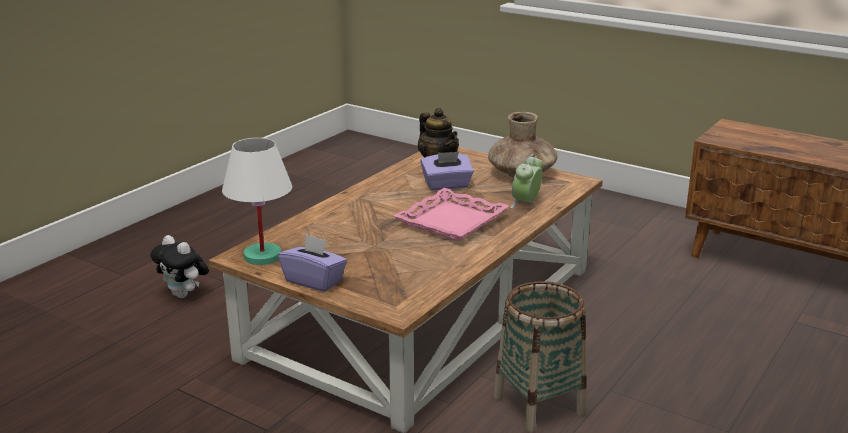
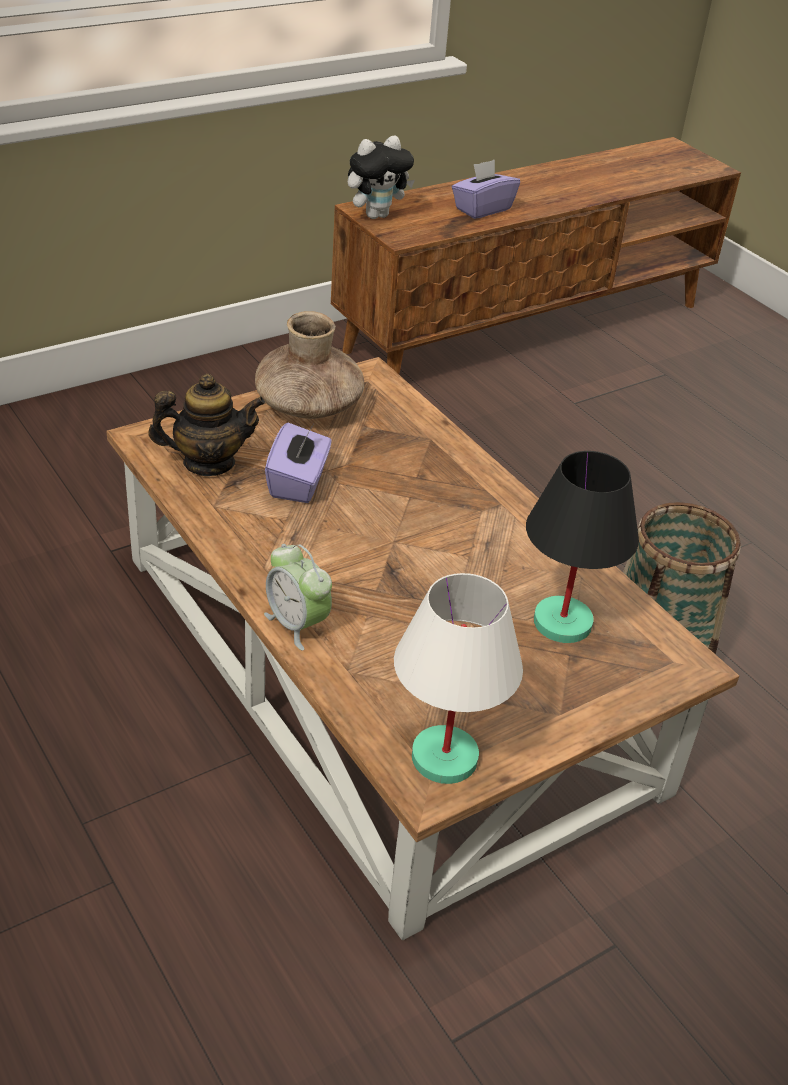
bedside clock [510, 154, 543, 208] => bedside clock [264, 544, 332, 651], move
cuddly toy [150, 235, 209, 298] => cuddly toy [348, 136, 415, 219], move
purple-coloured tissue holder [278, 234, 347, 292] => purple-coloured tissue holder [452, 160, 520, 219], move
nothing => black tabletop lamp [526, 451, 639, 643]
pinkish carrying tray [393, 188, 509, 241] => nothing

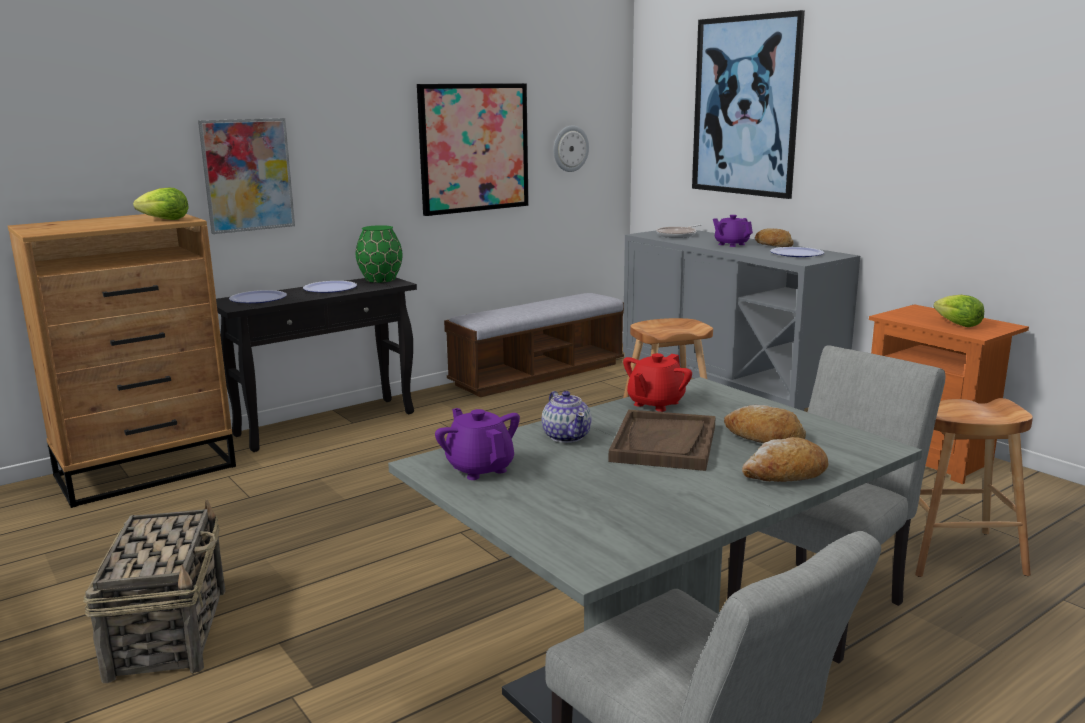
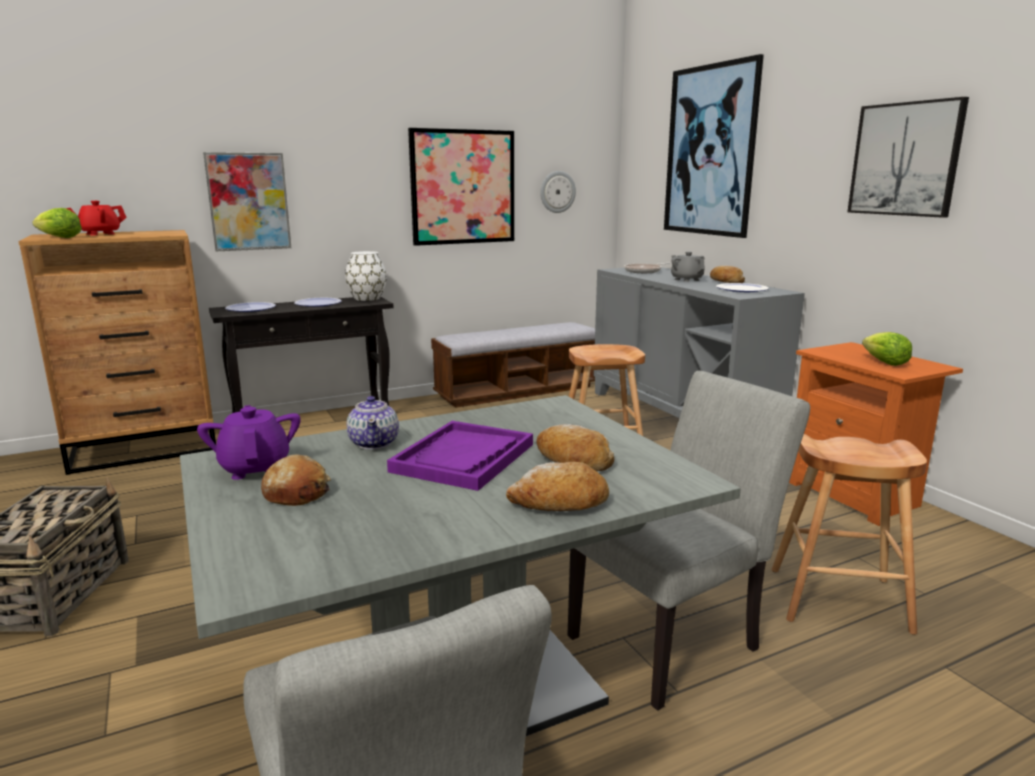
lettuce [133, 188, 189, 220] => lettuce [32, 208, 82, 238], move
red tea pot [623, 353, 692, 412] => red tea pot [66, 201, 127, 235], move
nothing => bread [261, 454, 331, 506]
greenish flower vase [356, 225, 403, 283] => white-coloured flower vase [345, 251, 387, 301]
brown-coloured carrying tray [609, 410, 716, 471] => purple-coloured carrying tray [387, 421, 533, 491]
purple-coloured tea pot [713, 215, 753, 247] => grey tea pot [671, 252, 705, 282]
nothing => wall art [847, 97, 969, 218]

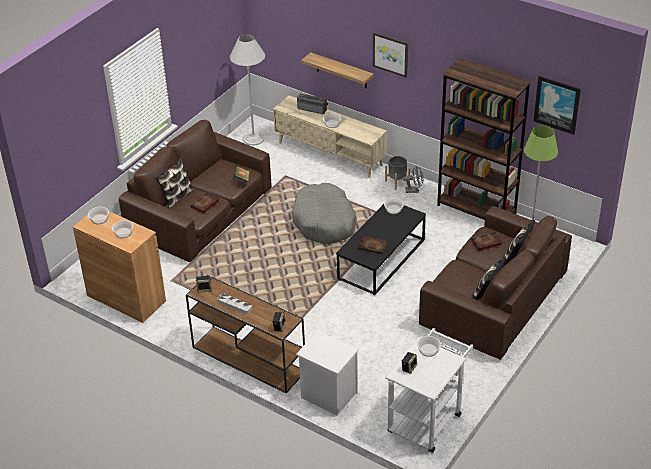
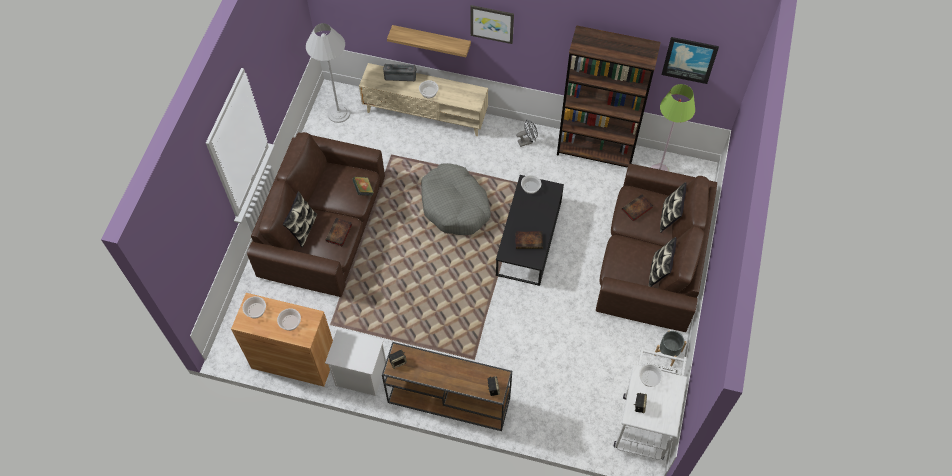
white-coloured night table [296, 331, 359, 415] => white-coloured night table [325, 329, 386, 396], move
grey planter [385, 156, 410, 190] => grey planter [655, 330, 687, 366], move
grey carrying tray [217, 293, 252, 314] => nothing

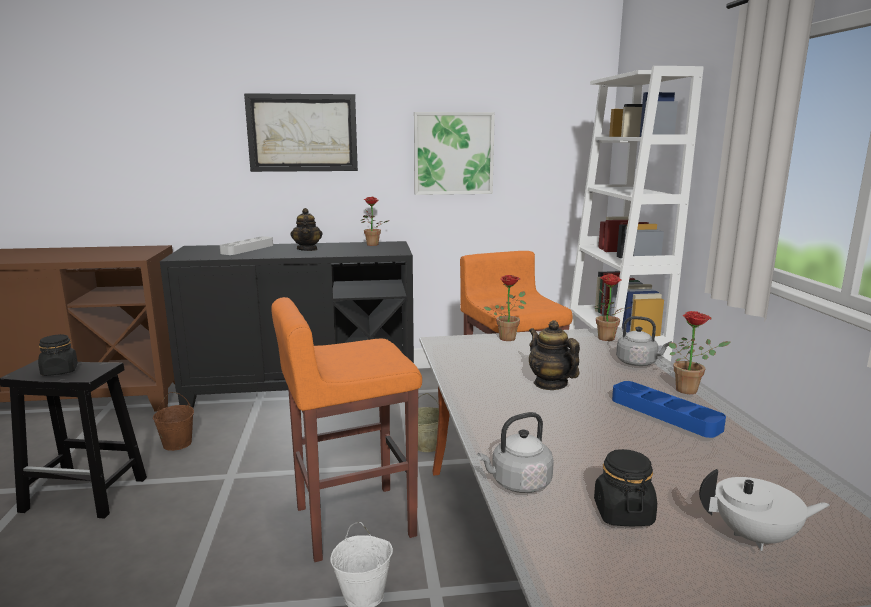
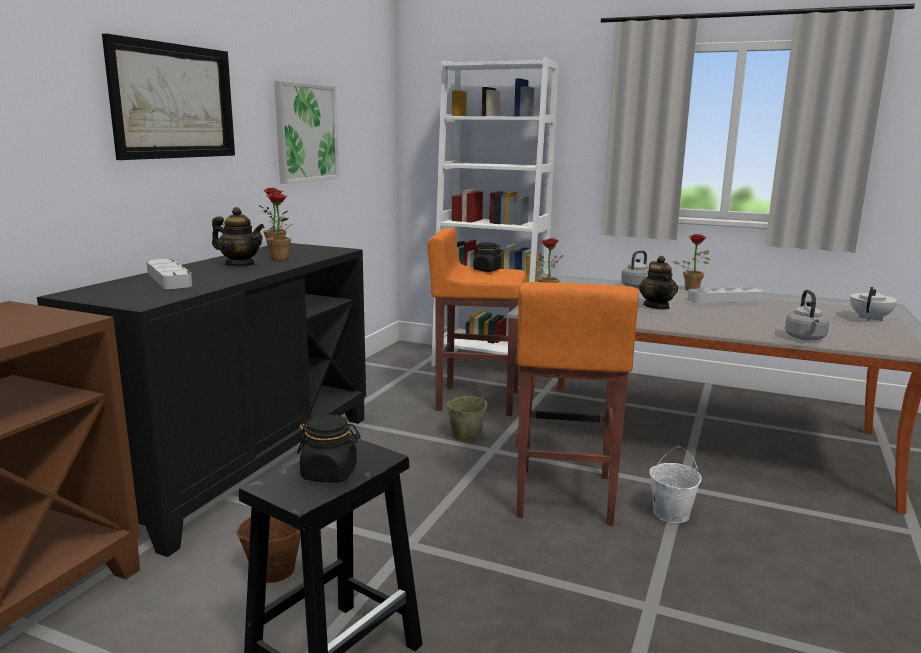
houseplant [595, 274, 631, 341] => houseplant [263, 192, 292, 260], move
black storage jar [594, 449, 657, 526] => black storage jar [473, 242, 501, 272], move
tea pot [529, 320, 580, 390] => tea pot [639, 256, 678, 310], 90 degrees counterclockwise
bluish carrying tray [612, 381, 726, 438] => grey carrying tray [688, 287, 763, 303]

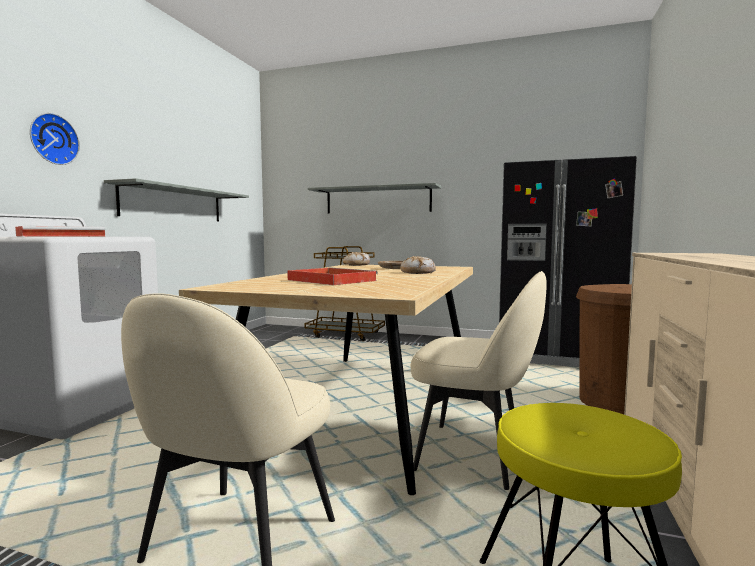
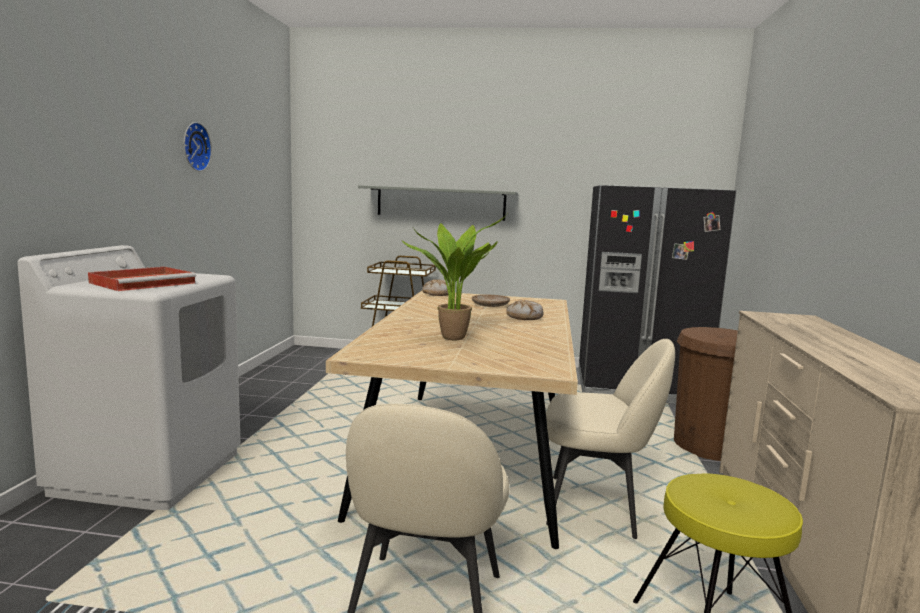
hanging clock [30, 113, 80, 165] => hanging clock [184, 122, 212, 171], move
red carrying tray [287, 267, 378, 285] => houseplant [402, 214, 507, 340]
grey shelf [104, 178, 249, 221] => nothing

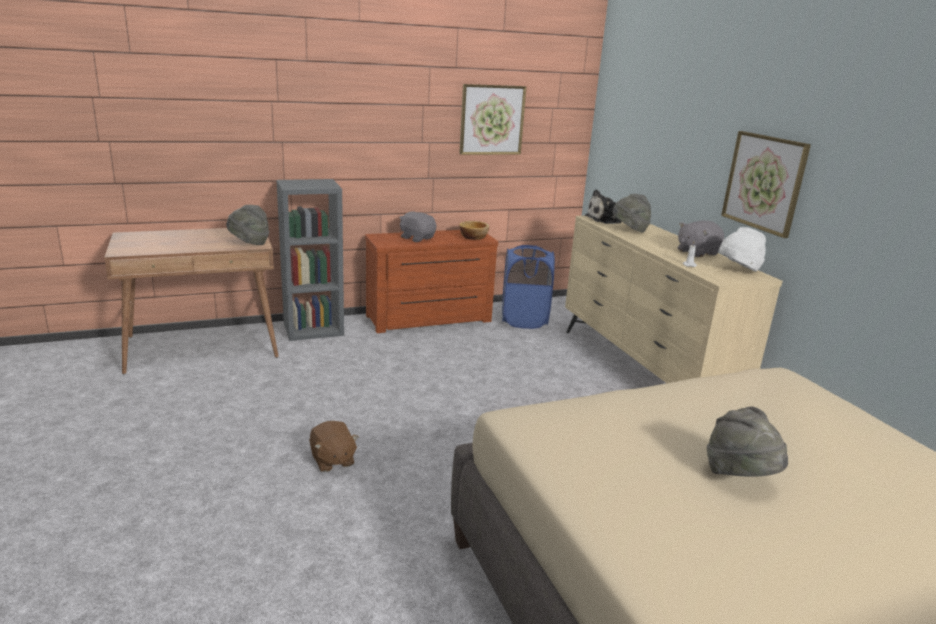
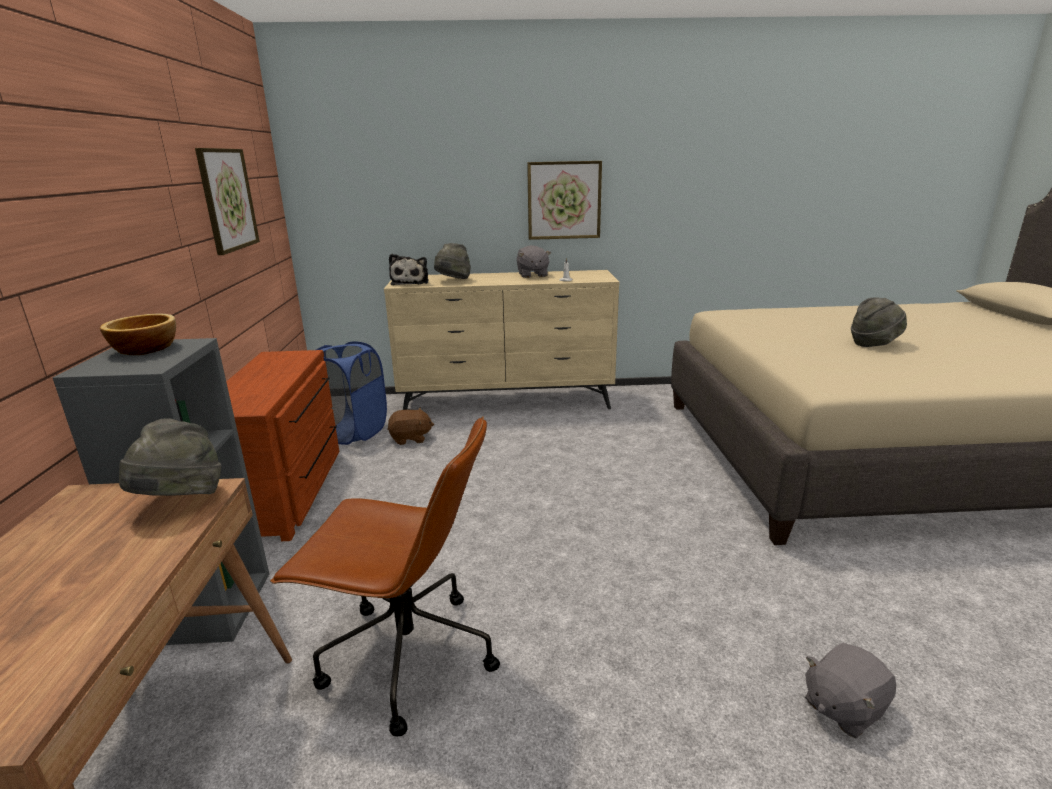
deep dish [459, 221, 489, 240] => deep dish [100, 314, 176, 355], move
nothing => brown-coloured desk chair [270, 416, 500, 737]
brown-coloured cuddly toy [309, 421, 359, 472] => brown-coloured cuddly toy [387, 407, 434, 445], move
grey cuddly toy [399, 211, 436, 242] => grey cuddly toy [805, 643, 896, 738], move
white-coloured wearable hat [719, 227, 766, 272] => nothing

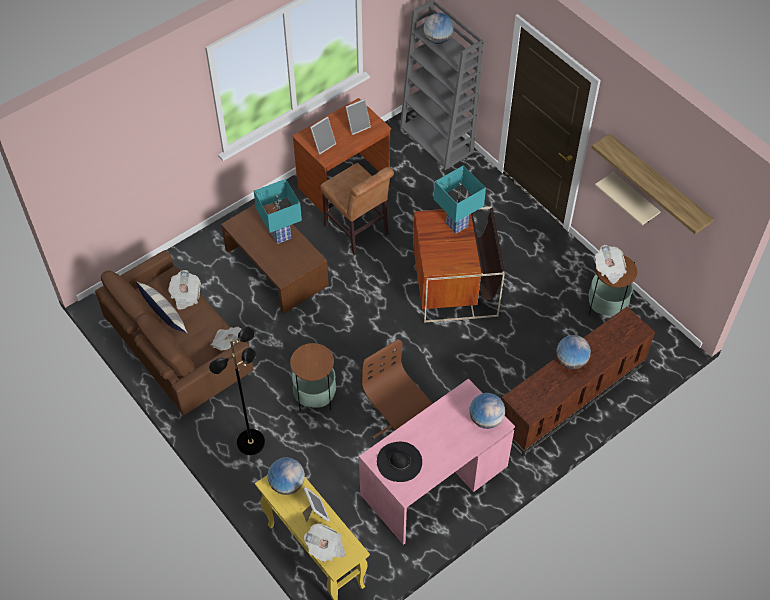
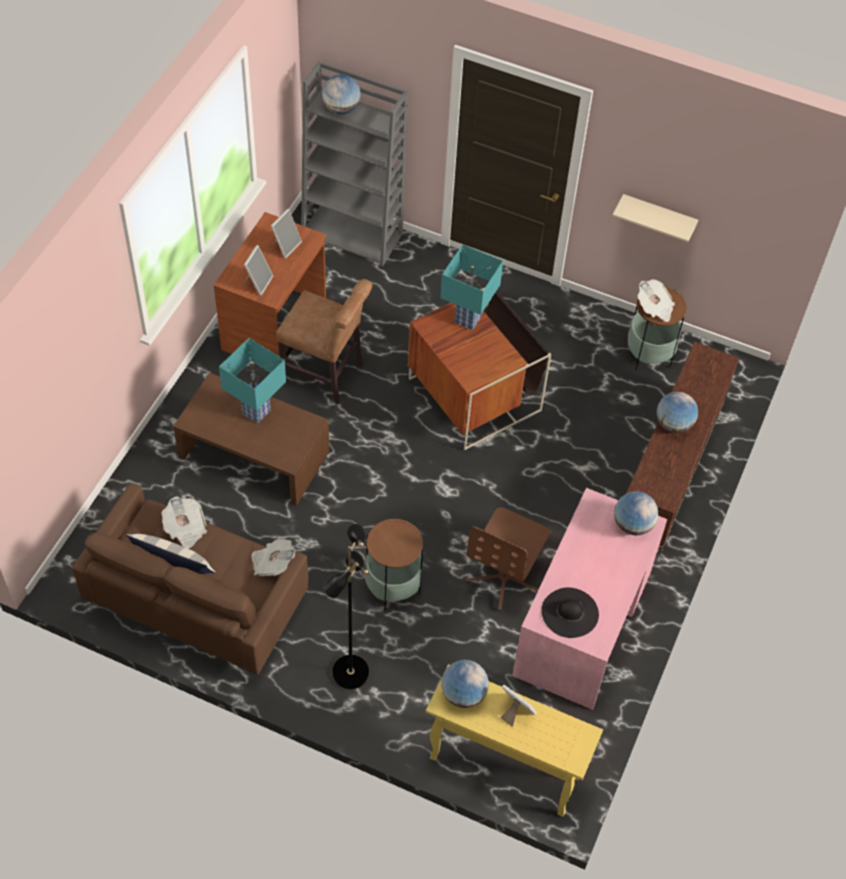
brown-coloured desk chair [362, 339, 433, 440] => brown-coloured desk chair [466, 507, 551, 612], 90 degrees counterclockwise
newspaper [304, 523, 346, 562] => nothing
shelf [591, 134, 714, 234] => nothing

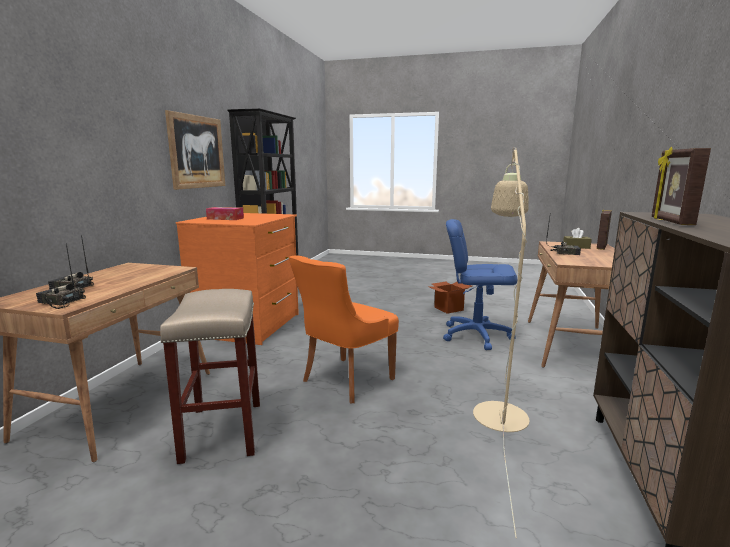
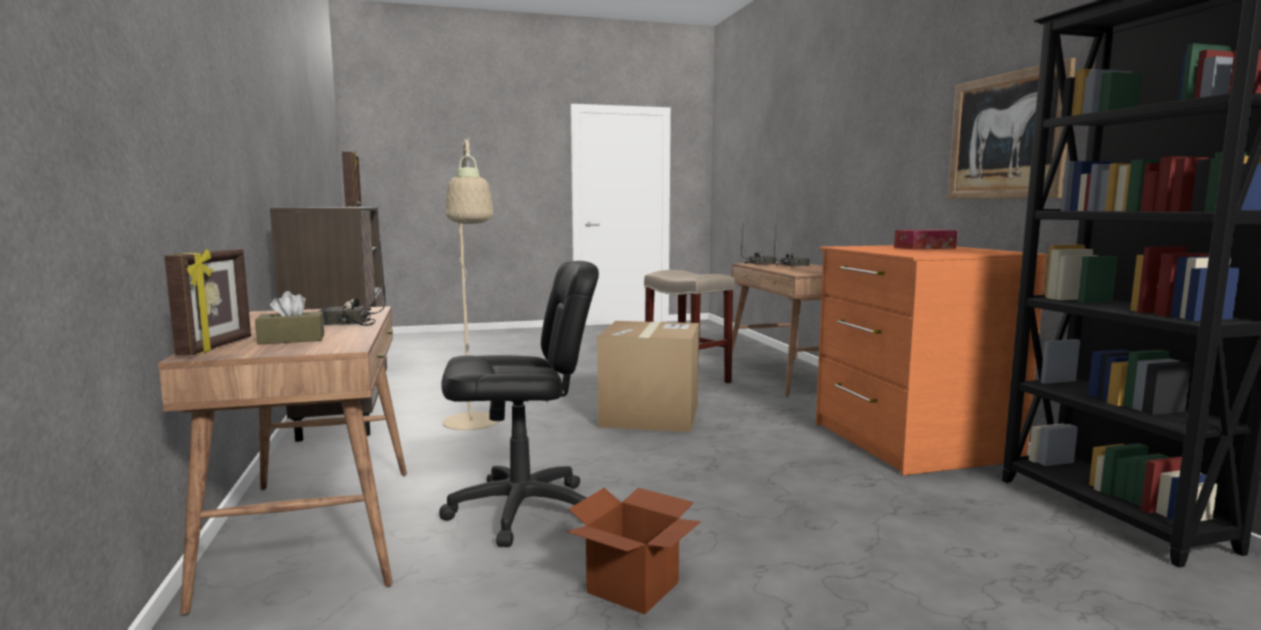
bluish desk chair [443, 219, 517, 350] => black desk chair [439, 261, 599, 547]
orange-coloured chair [289, 256, 399, 403] => carton [597, 321, 699, 433]

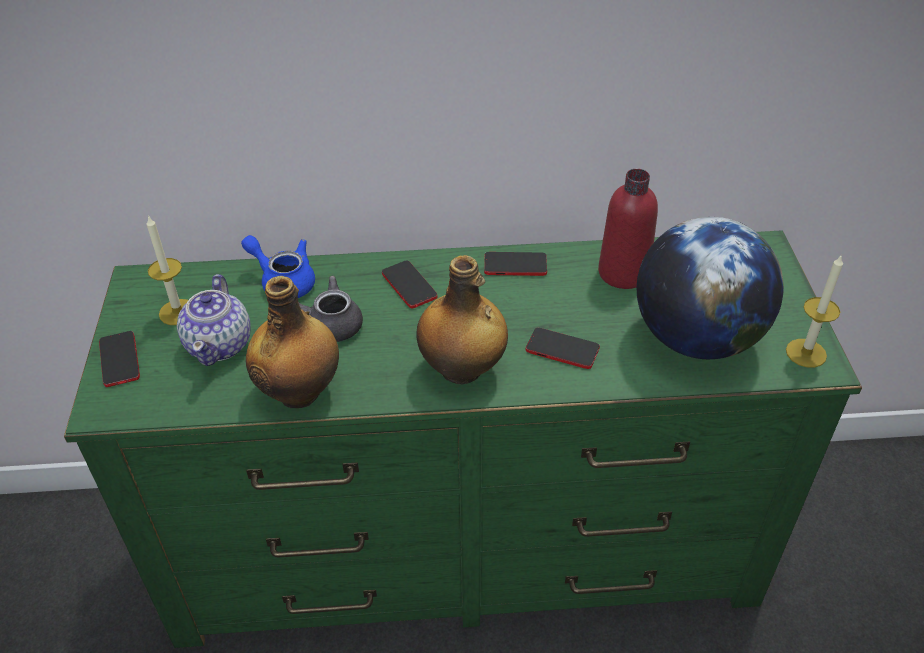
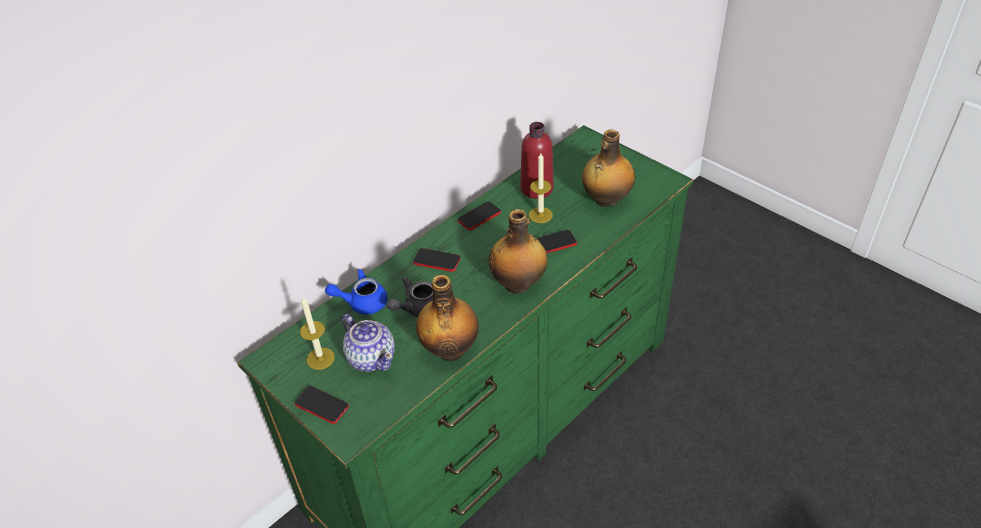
wax candle [786, 254, 843, 368] => wax candle [529, 153, 553, 223], move
globe [637, 217, 784, 359] => drink bottle [582, 129, 635, 207]

